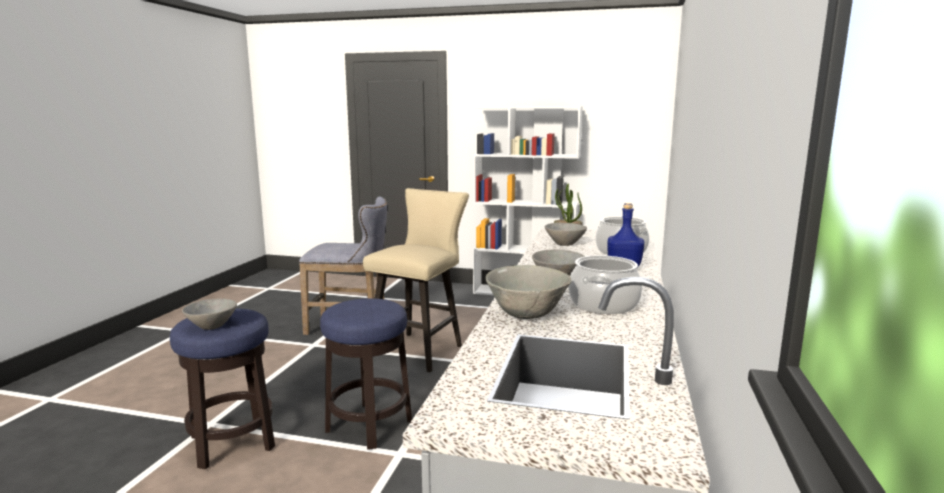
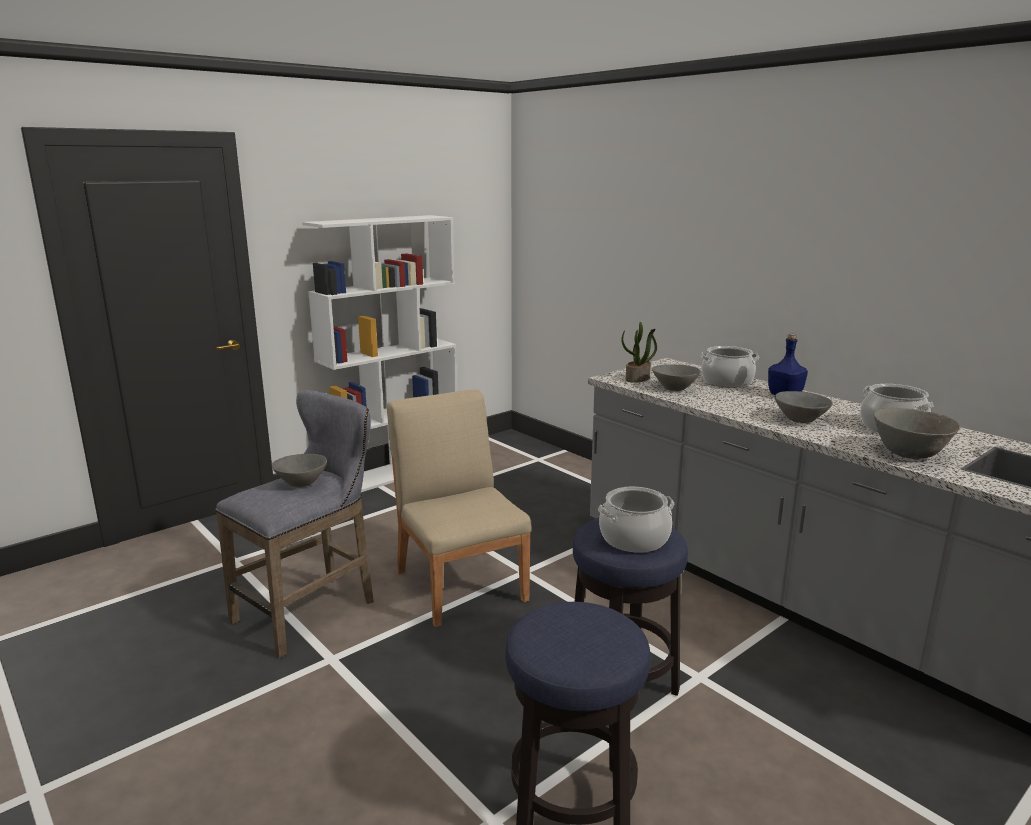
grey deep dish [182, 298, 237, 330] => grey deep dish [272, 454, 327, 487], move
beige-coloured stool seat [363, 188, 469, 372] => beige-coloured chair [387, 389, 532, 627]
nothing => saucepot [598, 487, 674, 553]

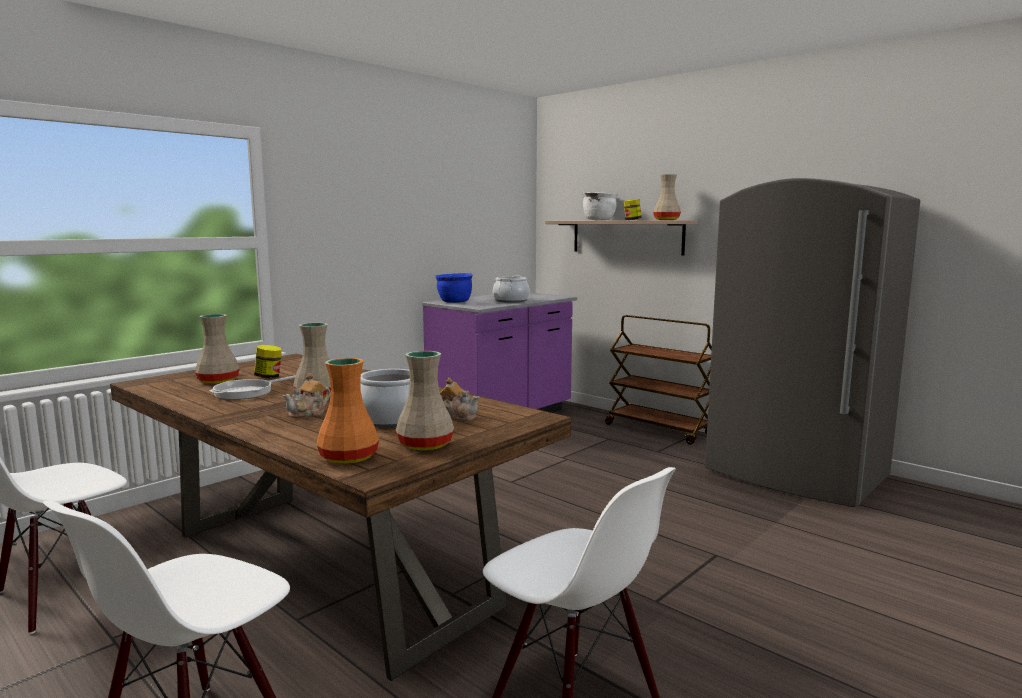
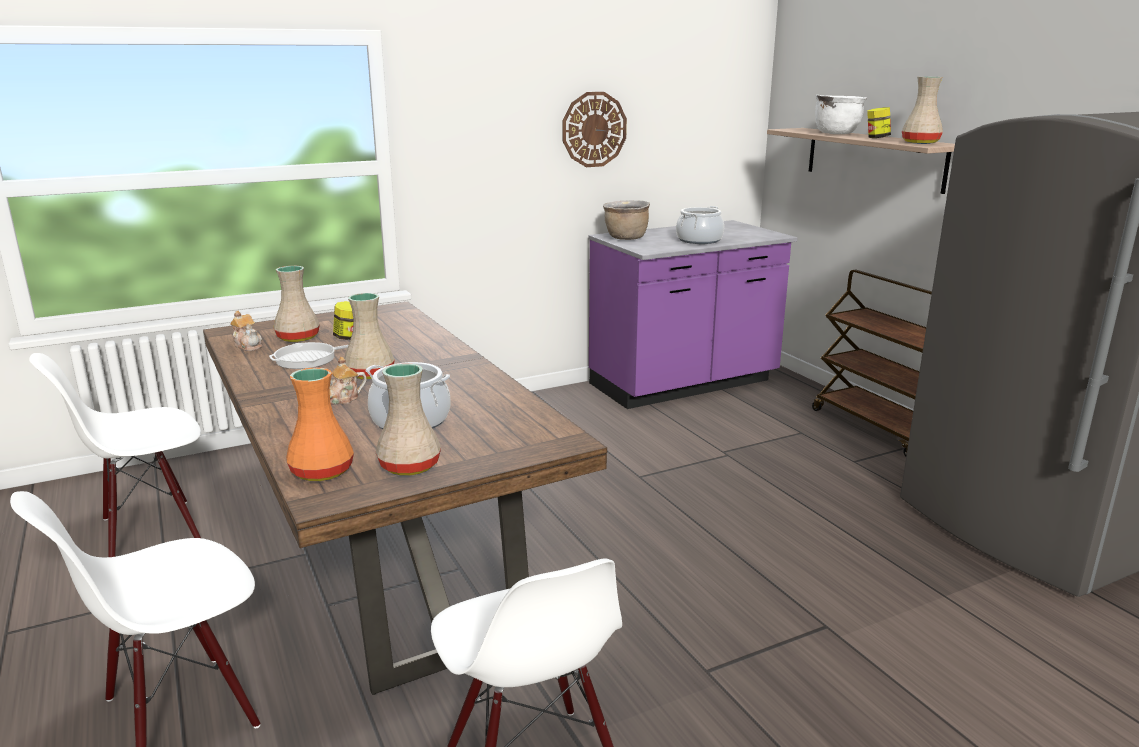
tea pot [440, 377, 480, 421] => tea pot [230, 311, 262, 351], move
nothing => hanging clock [562, 92, 627, 167]
bluish saucepot [435, 273, 473, 303] => brown-coloured saucepot [603, 200, 650, 240]

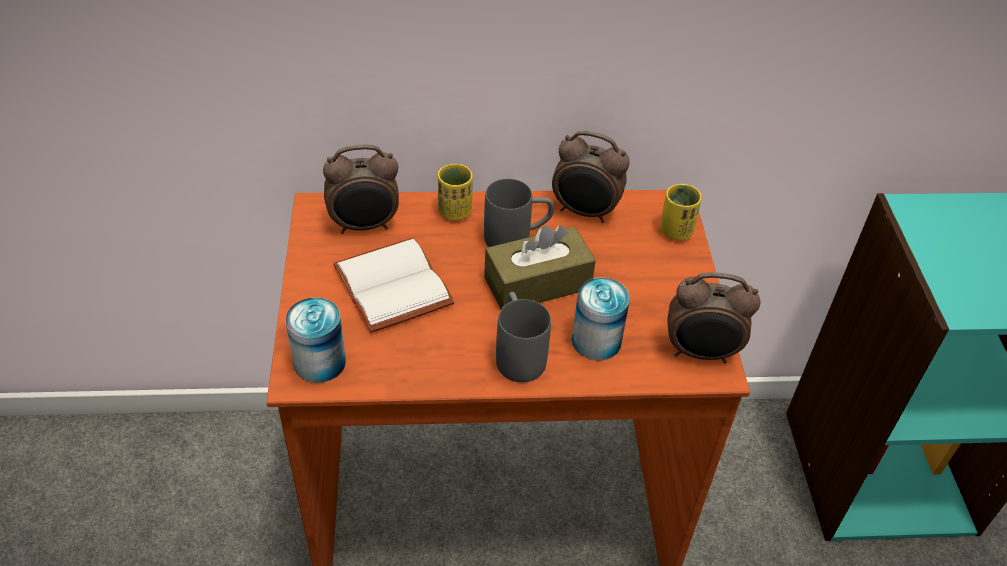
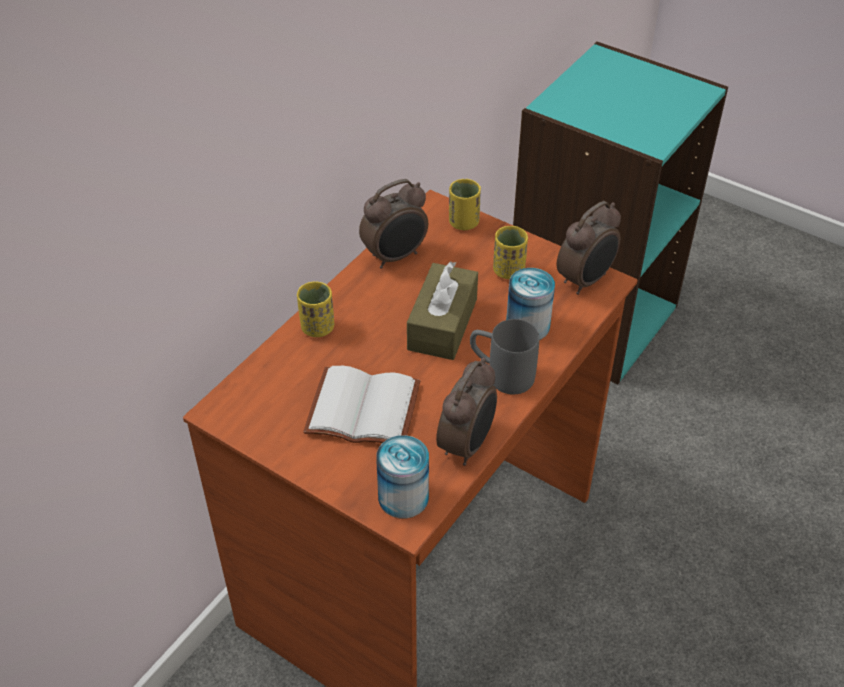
bedside clock [323, 145, 399, 234] => bedside clock [436, 358, 497, 466], move
nothing => yellow-coloured drinking cup [493, 226, 528, 279]
grey mug [484, 179, 554, 247] => nothing

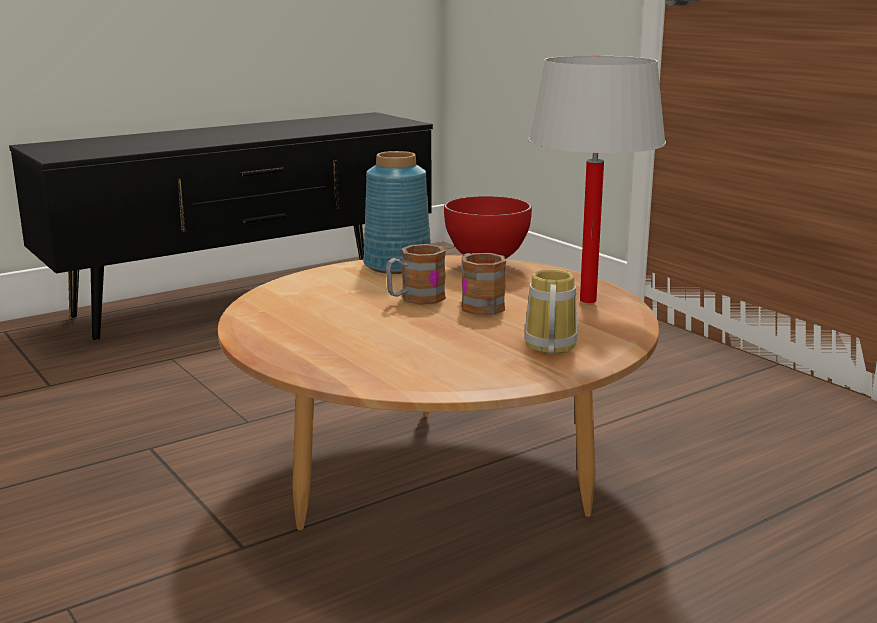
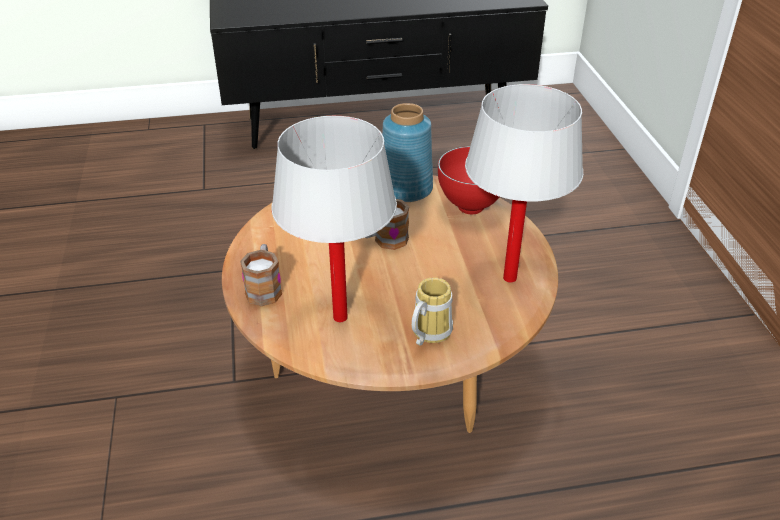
mug [461, 253, 506, 315] => mug [240, 244, 282, 306], move
nothing => white-coloured tabletop lamp [272, 116, 397, 322]

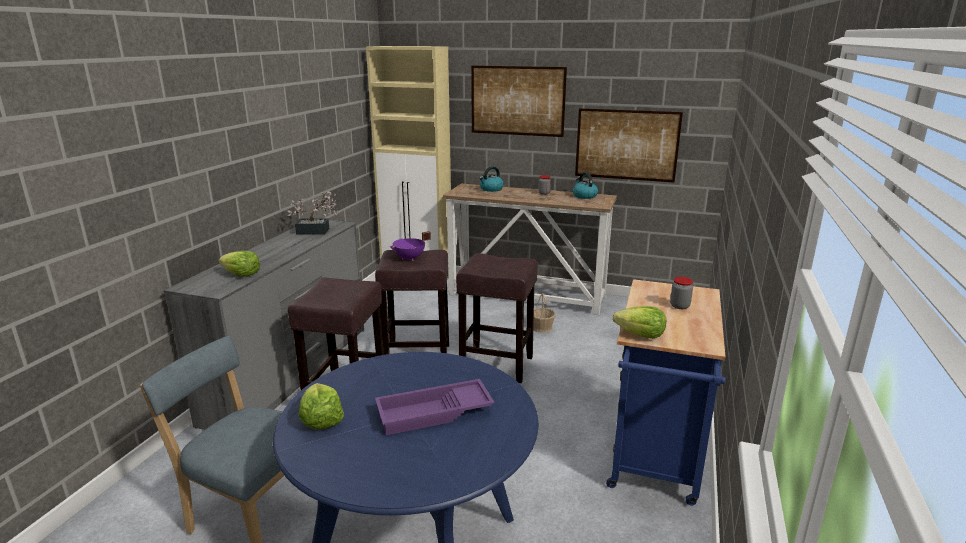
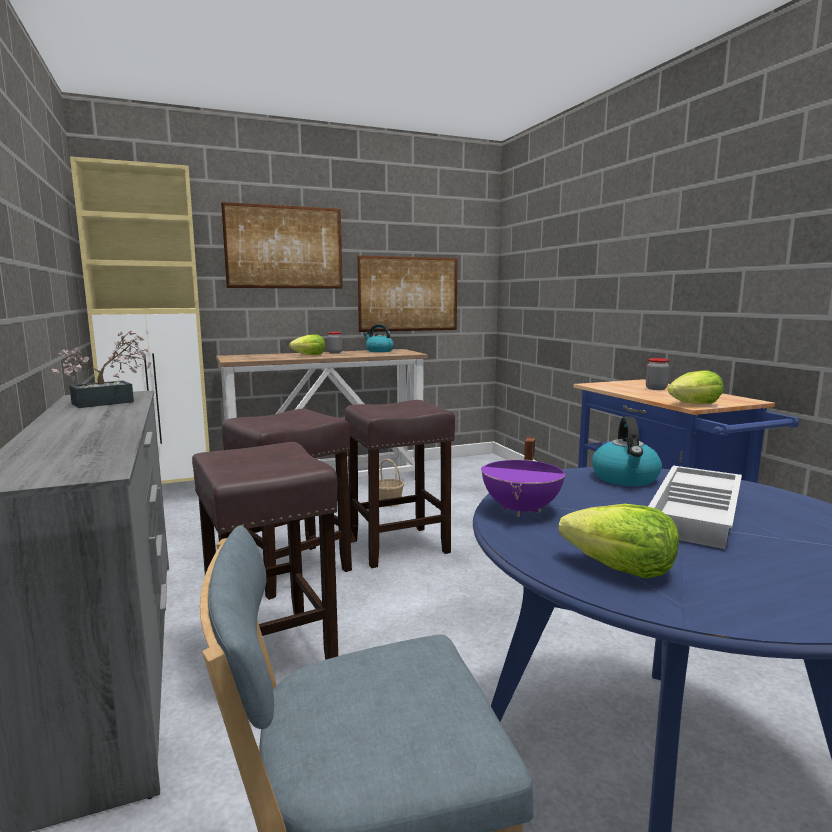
lettuce [218, 251, 260, 277] => lettuce [289, 334, 325, 355], move
purple-coloured saucepot [390, 231, 431, 261] => purple-coloured saucepot [481, 437, 566, 517], move
water kettle [480, 166, 504, 192] => water kettle [592, 416, 662, 486], move
purple-coloured carrying tray [375, 379, 494, 435] => white-coloured carrying tray [648, 466, 742, 549]

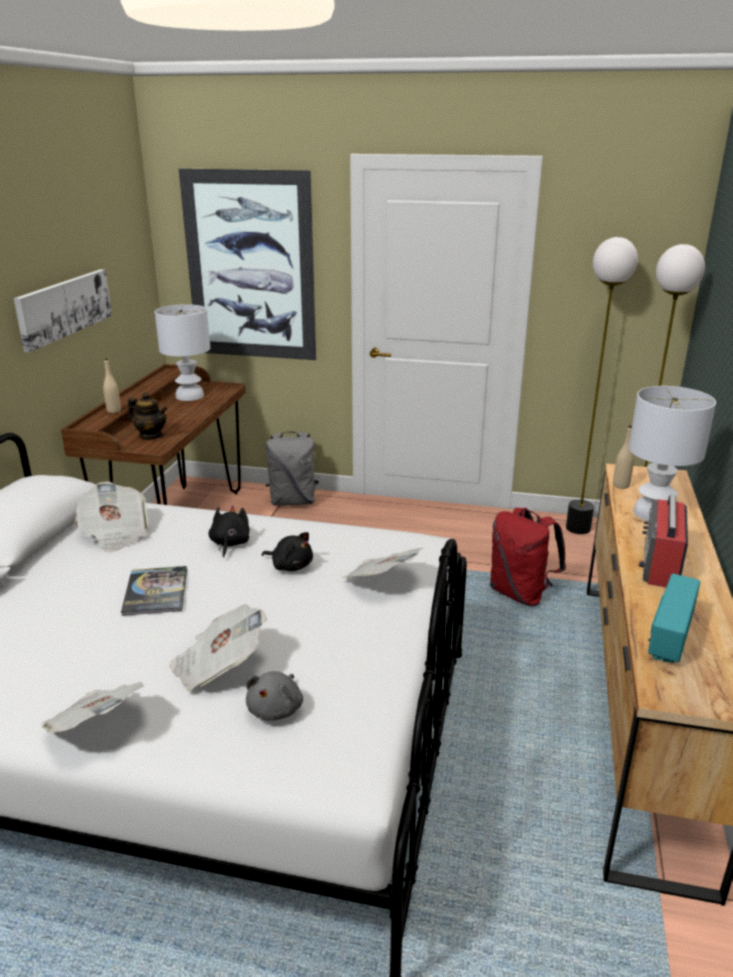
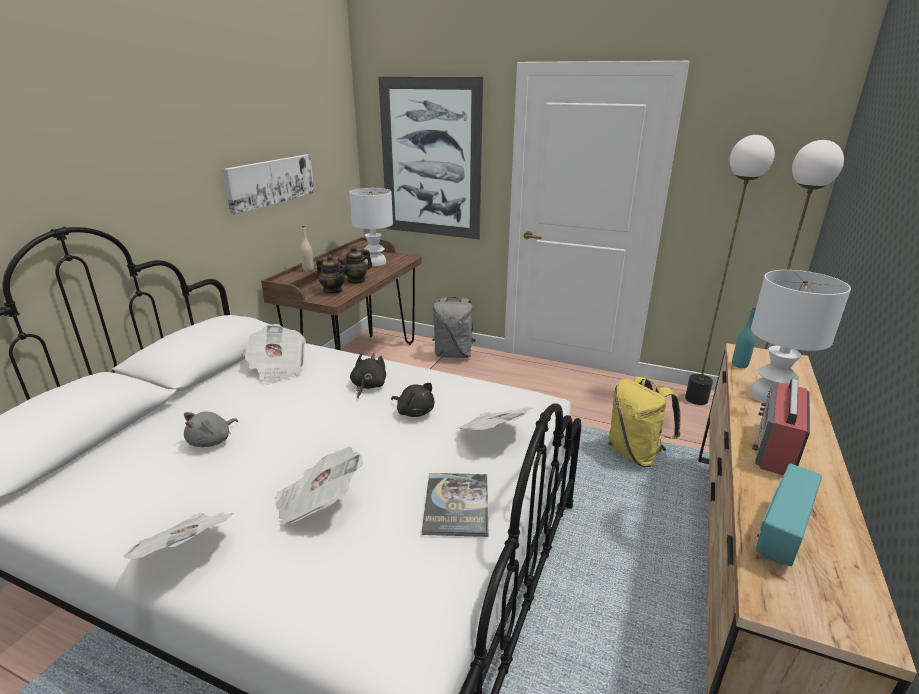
grey cuddly toy [246, 671, 303, 721] => grey cuddly toy [184, 412, 238, 447], move
nothing => tea pot [337, 246, 372, 284]
bound book [121, 566, 187, 616] => bound book [422, 473, 488, 537], move
red backpack [490, 508, 566, 606] => yellow-coloured backpack [608, 377, 681, 467]
beige-coloured drink bottle [613, 425, 634, 489] => turquoise drink bottle [732, 308, 756, 368]

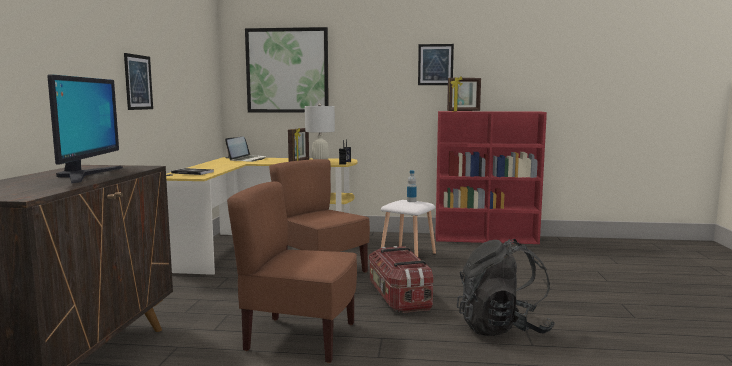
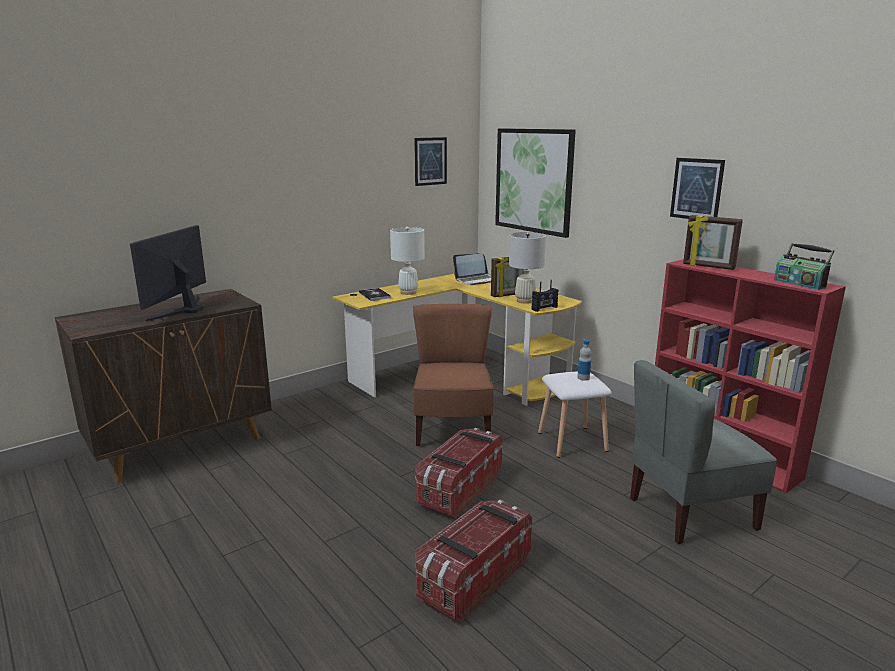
monitor [47, 74, 123, 183] => monitor [130, 225, 206, 321], 150 degrees clockwise
nothing => white-coloured tabletop lamp [390, 227, 425, 295]
wall art [124, 53, 153, 110] => wall art [414, 137, 447, 186], move
black backpack [457, 239, 555, 336] => storage bin [415, 500, 532, 623]
nothing => grey chair [630, 360, 777, 544]
nothing => radio set [774, 243, 834, 290]
brown-coloured chair [227, 182, 357, 363] => nothing

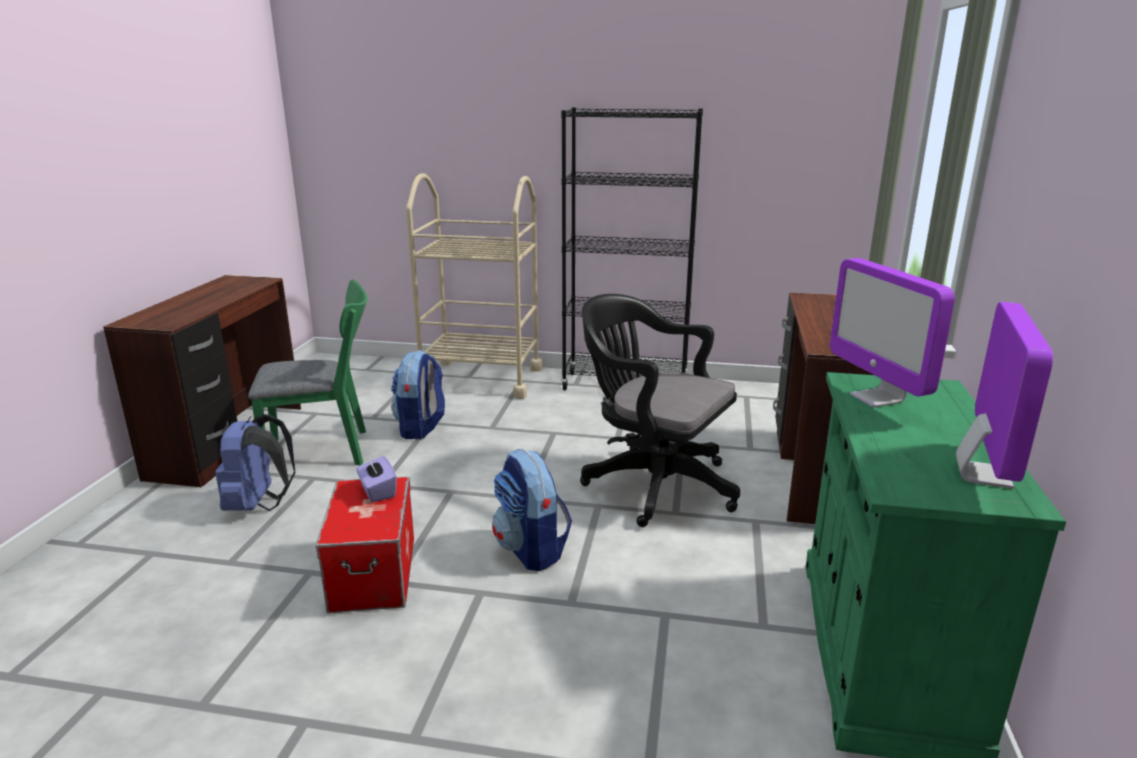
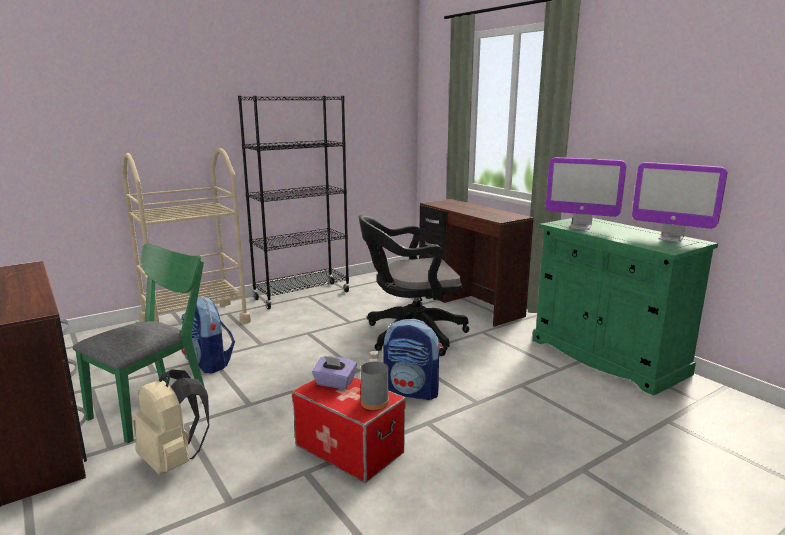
bluish backpack [215, 414, 295, 511] => beige-coloured backpack [132, 369, 209, 475]
nothing => grey drink bottle [361, 351, 389, 410]
monitor [956, 302, 1053, 489] => monitor [632, 162, 727, 242], 150 degrees clockwise

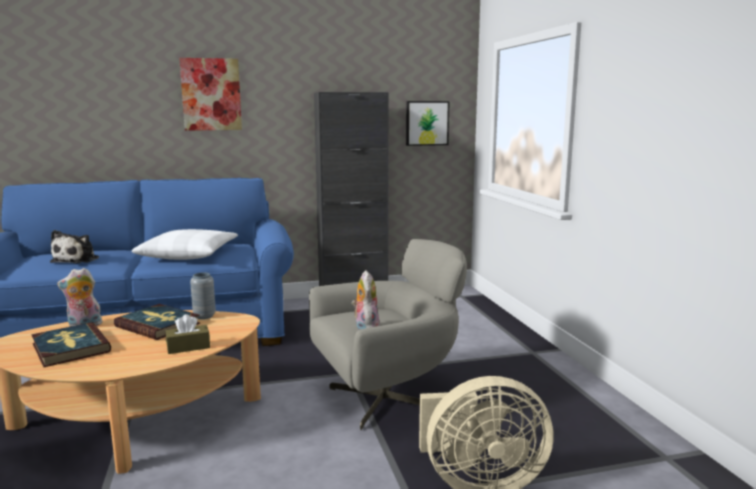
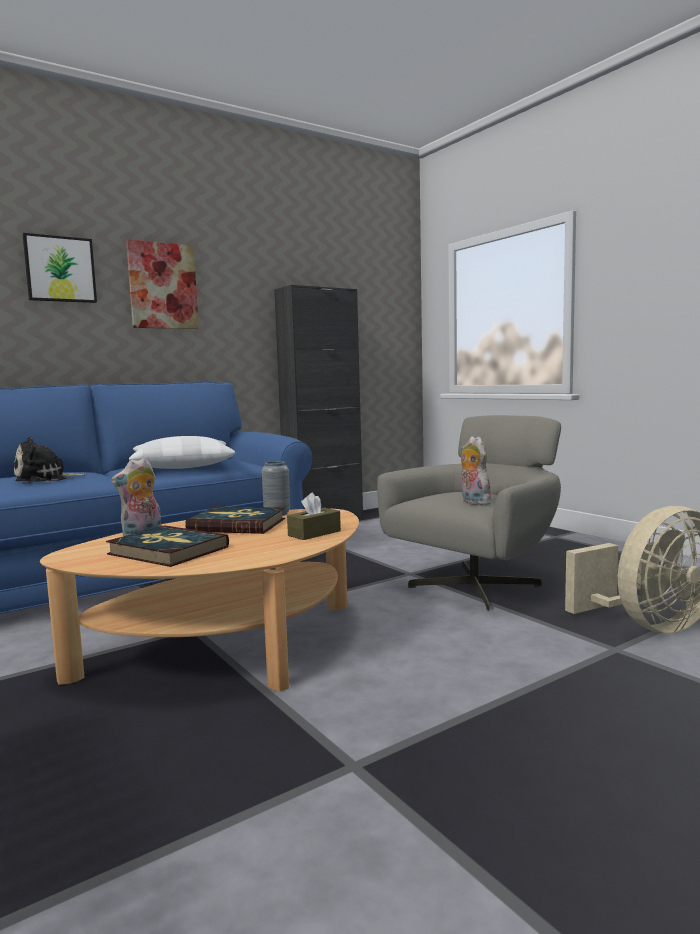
cuddly toy [50, 230, 99, 264] => cuddly toy [14, 437, 86, 483], 75 degrees clockwise
wall art [406, 101, 450, 146] => wall art [23, 233, 97, 303], move

